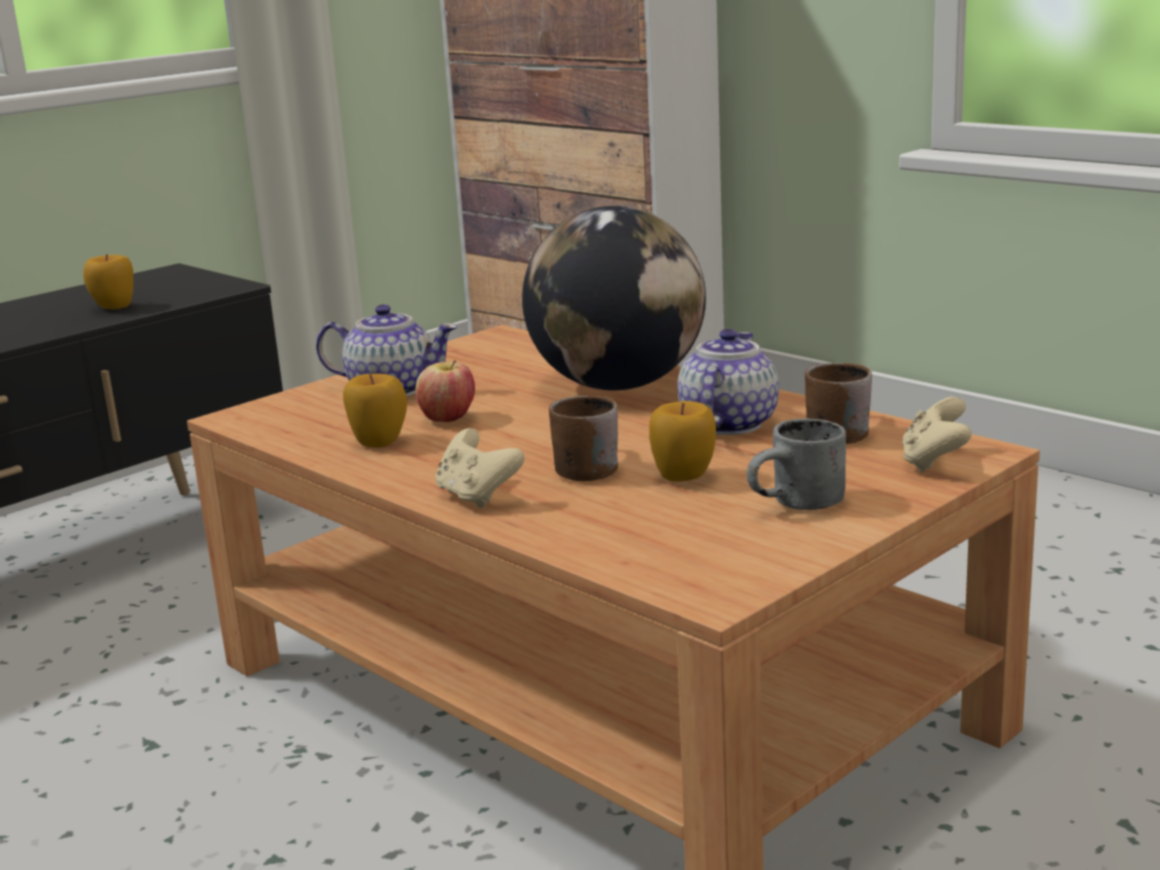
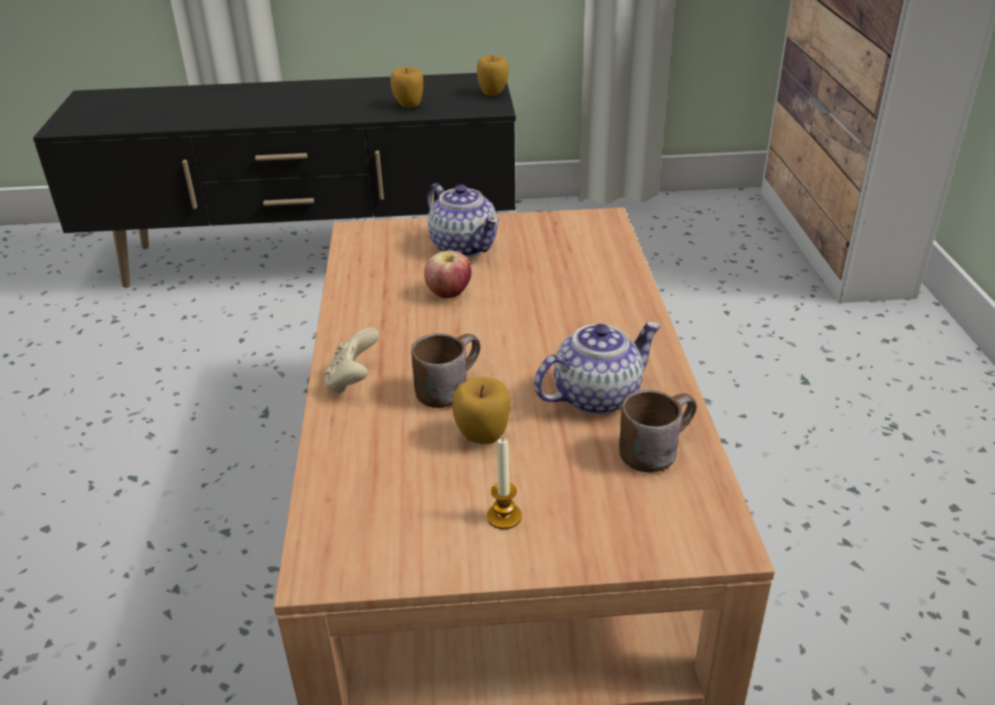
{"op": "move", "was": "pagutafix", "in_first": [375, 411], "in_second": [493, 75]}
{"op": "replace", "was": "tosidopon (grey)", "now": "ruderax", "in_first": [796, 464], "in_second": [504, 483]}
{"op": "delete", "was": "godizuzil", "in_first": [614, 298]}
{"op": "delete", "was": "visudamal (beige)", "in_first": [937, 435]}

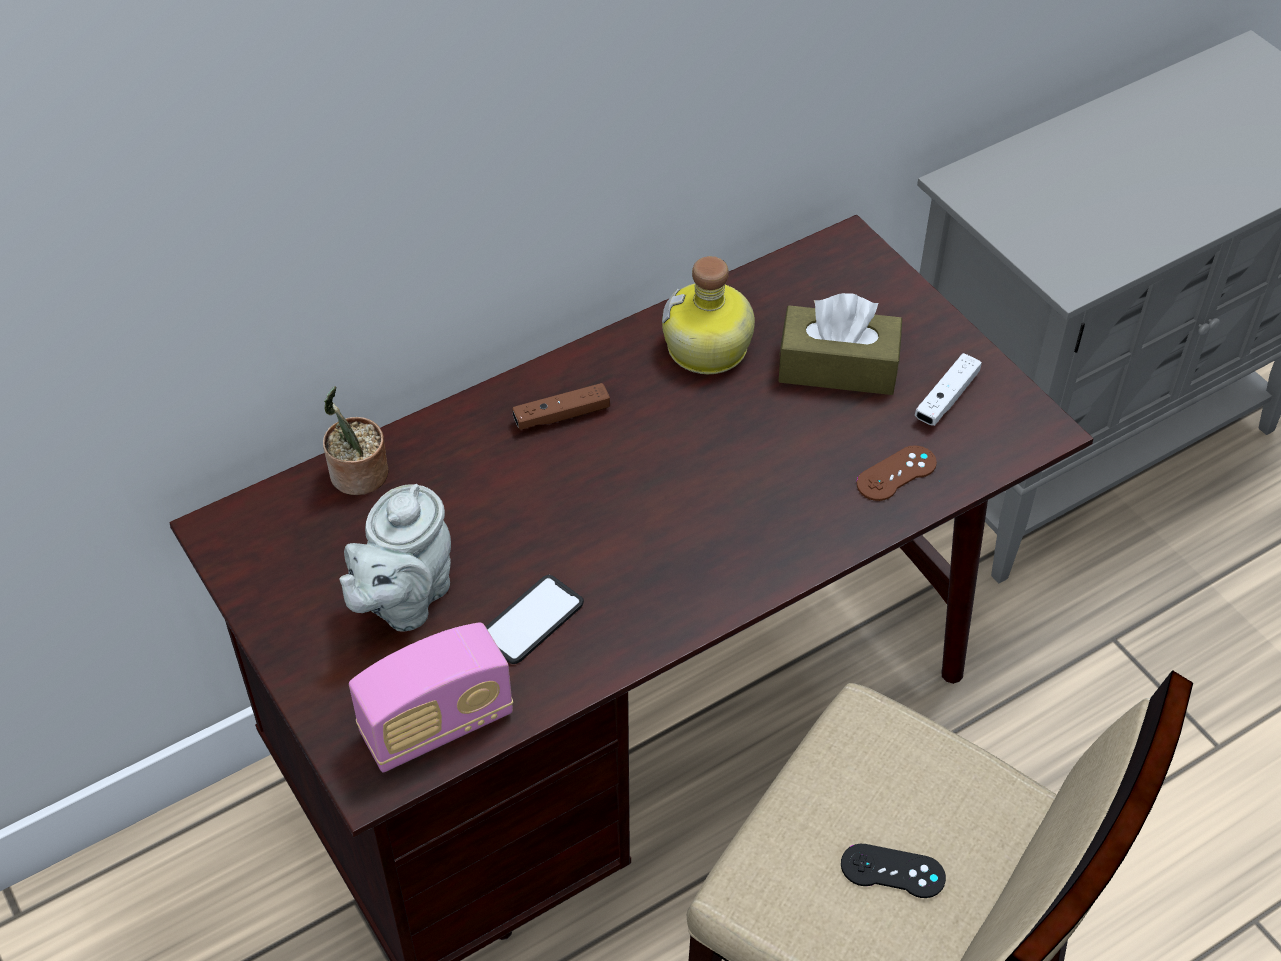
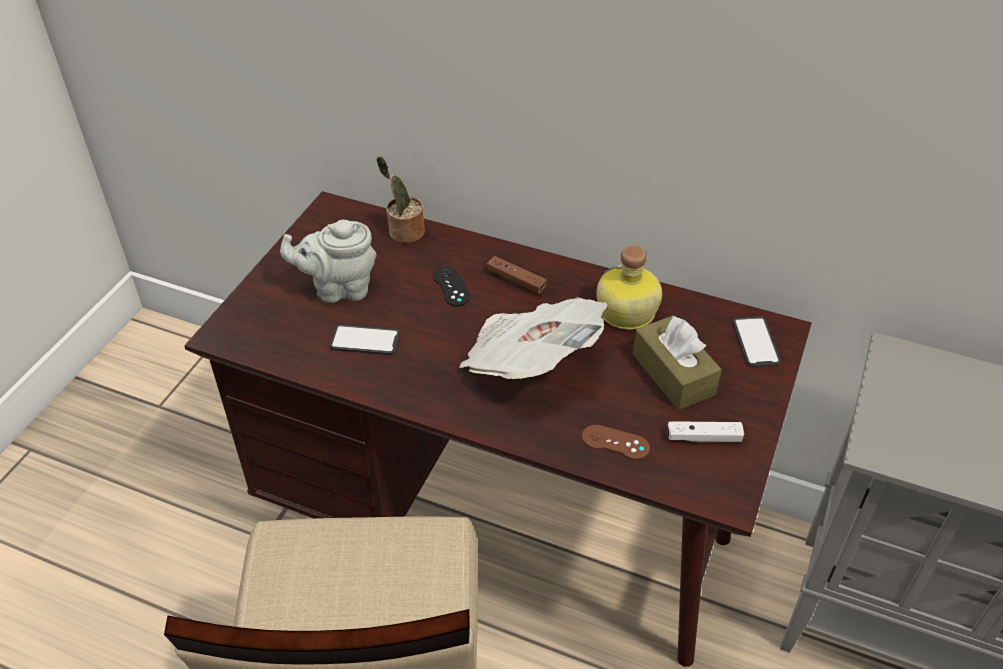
{"op": "move", "was": "visudamal (black)", "in_first": [893, 871], "in_second": [452, 286]}
{"op": "insert", "now": "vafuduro", "in_second": [533, 338]}
{"op": "insert", "now": "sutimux", "in_second": [757, 341]}
{"op": "delete", "was": "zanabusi", "in_first": [431, 697]}

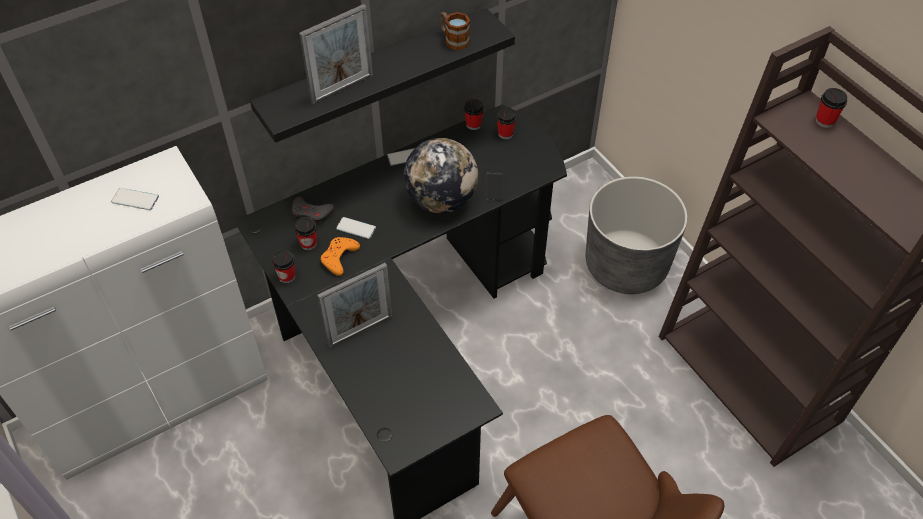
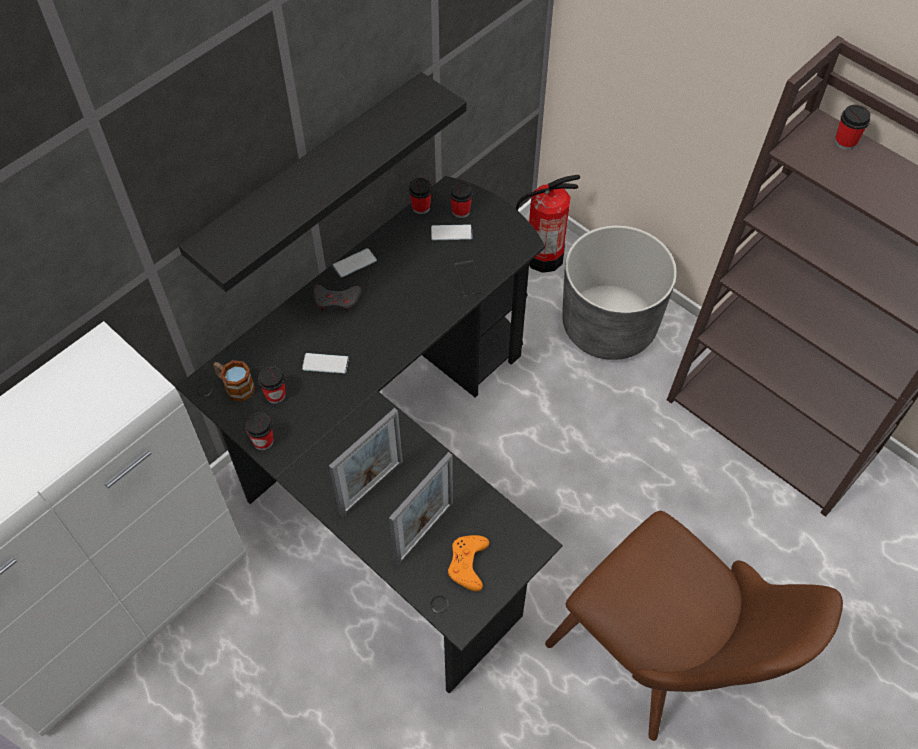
{"op": "move", "was": "tosidopon", "in_first": [455, 31], "in_second": [234, 381]}
{"op": "move", "was": "visudamal (grey)", "in_first": [313, 210], "in_second": [337, 298]}
{"op": "move", "was": "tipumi", "in_first": [336, 54], "in_second": [421, 509]}
{"op": "move", "was": "sutimux", "in_first": [135, 199], "in_second": [452, 232]}
{"op": "move", "was": "visudamal (orange)", "in_first": [340, 256], "in_second": [468, 563]}
{"op": "insert", "now": "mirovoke", "in_second": [548, 224]}
{"op": "delete", "was": "godizuzil", "in_first": [441, 175]}

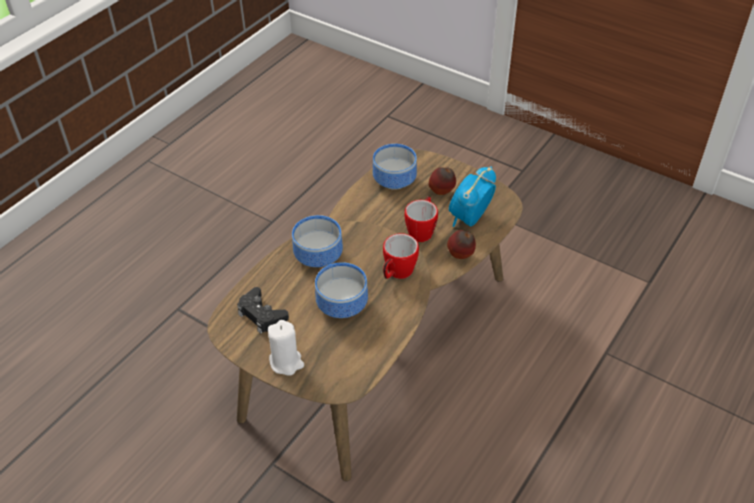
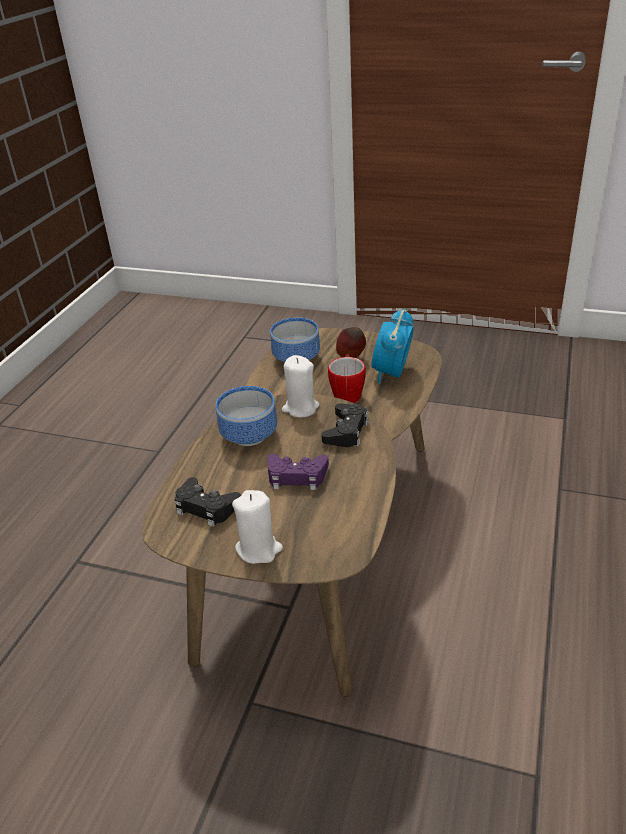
{"op": "replace", "was": "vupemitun", "now": "visudamal (purple)", "in_first": [341, 290], "in_second": [298, 472]}
{"op": "insert", "now": "ruderax (white)", "in_second": [300, 386]}
{"op": "replace", "was": "tosidopon", "now": "visudamal (black)", "in_first": [401, 256], "in_second": [345, 425]}
{"op": "delete", "was": "pagutafix", "in_first": [461, 244]}

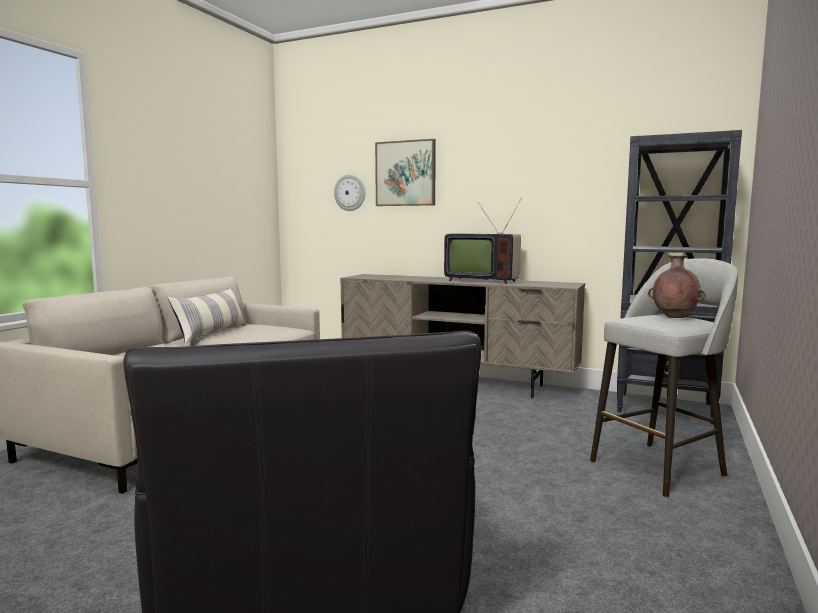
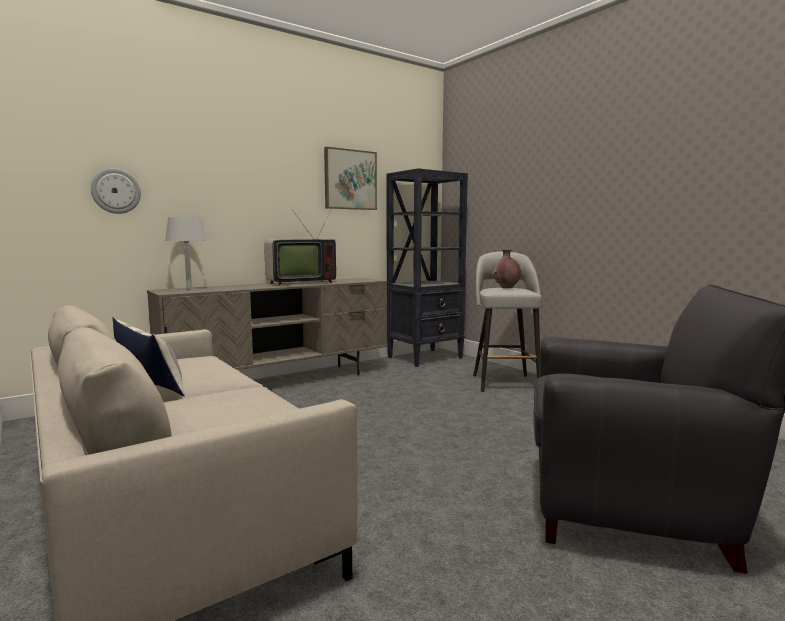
{"op": "insert", "now": "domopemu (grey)", "in_second": [186, 253]}
{"op": "move", "was": "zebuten", "in_first": [405, 172], "in_second": [350, 178]}

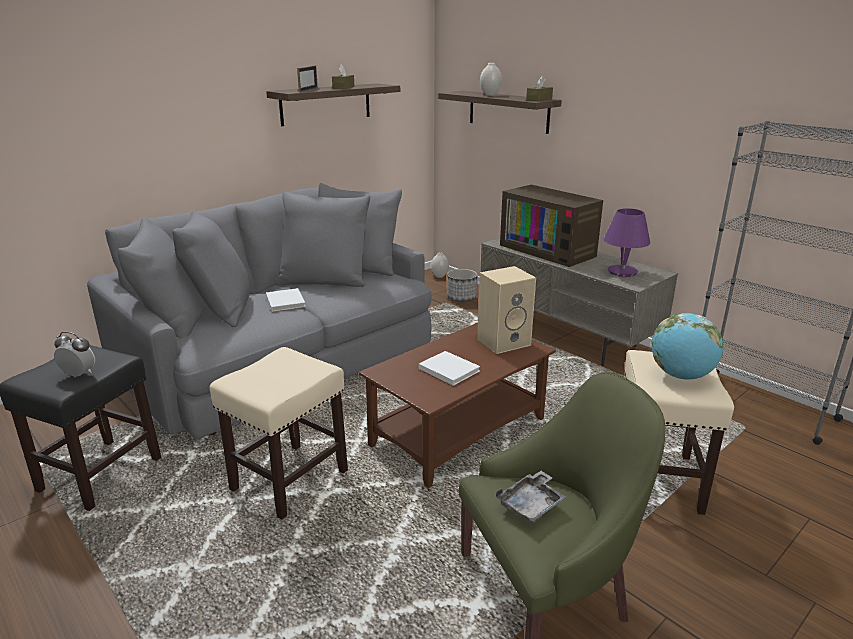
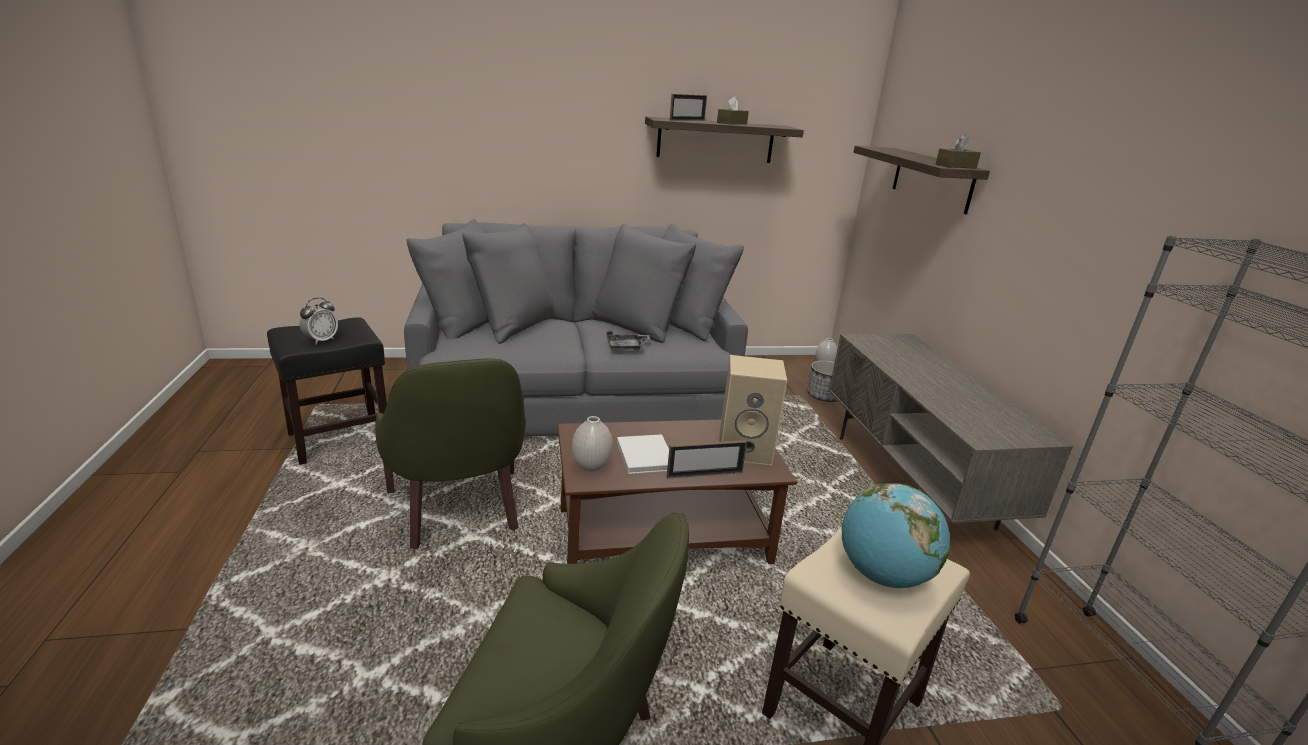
{"op": "rotate", "was": "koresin", "in_first": [74, 354], "in_second": [319, 321], "clockwise": 75}
{"op": "replace", "was": "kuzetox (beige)", "now": "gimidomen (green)", "in_first": [279, 433], "in_second": [450, 453]}
{"op": "move", "was": "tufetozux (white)", "in_first": [491, 79], "in_second": [592, 444]}
{"op": "move", "was": "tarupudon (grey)", "in_first": [531, 497], "in_second": [628, 340]}
{"op": "insert", "now": "tipumi", "in_second": [707, 459]}
{"op": "delete", "was": "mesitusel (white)", "in_first": [286, 300]}
{"op": "delete", "was": "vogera", "in_first": [551, 226]}
{"op": "delete", "was": "domopemu (purple)", "in_first": [627, 242]}

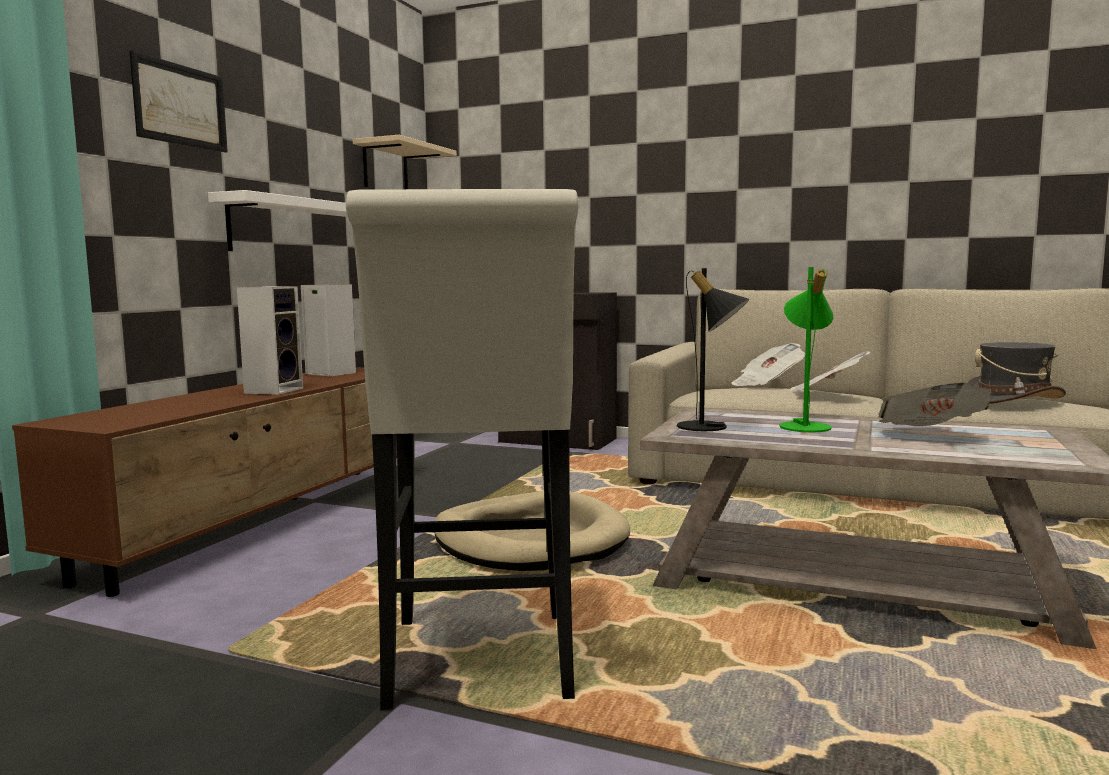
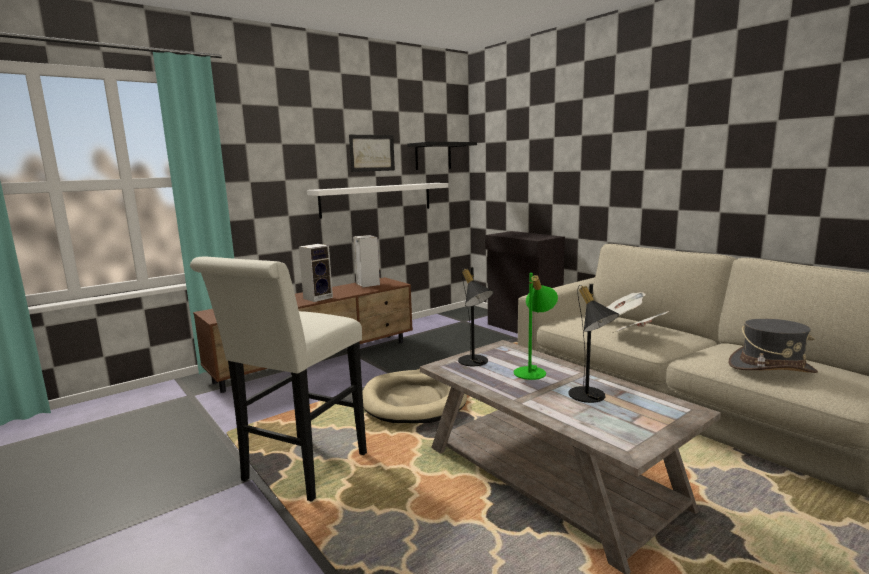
{"op": "move", "was": "zebuten", "in_first": [179, 101], "in_second": [372, 153]}
{"op": "recolor", "was": "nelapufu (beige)", "now": "nelapufu (black)", "in_first": [405, 162], "in_second": [442, 156]}
{"op": "replace", "was": "vafuduro", "now": "domopemu (black)", "in_first": [934, 404], "in_second": [594, 343]}

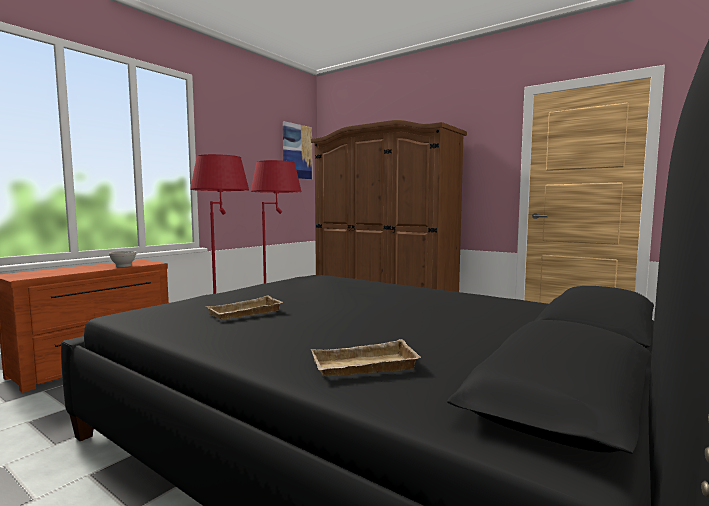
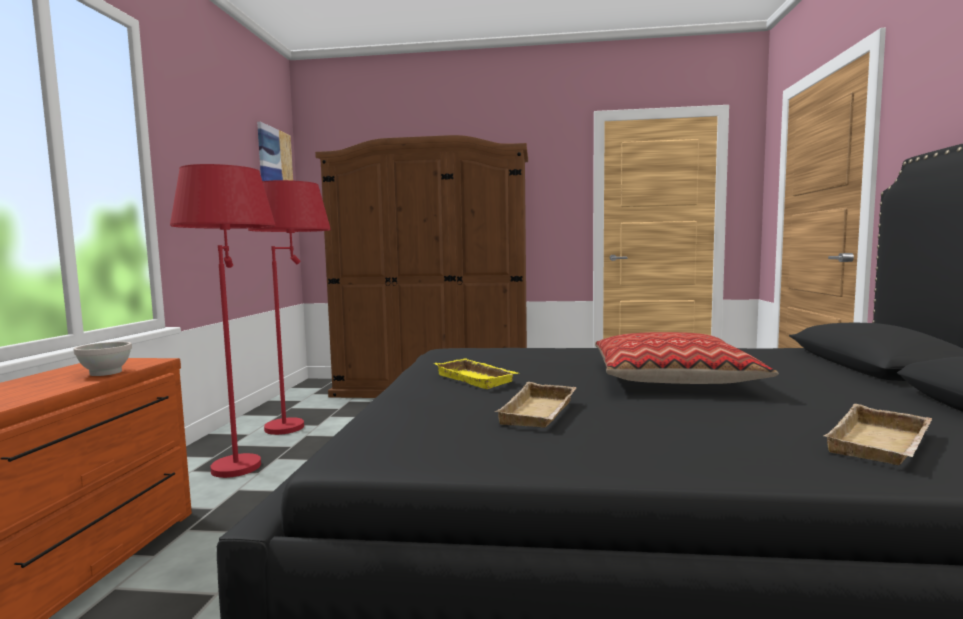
{"op": "insert", "now": "tarupudon (yellow)", "in_second": [476, 373]}
{"op": "insert", "now": "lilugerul", "in_second": [687, 358]}

